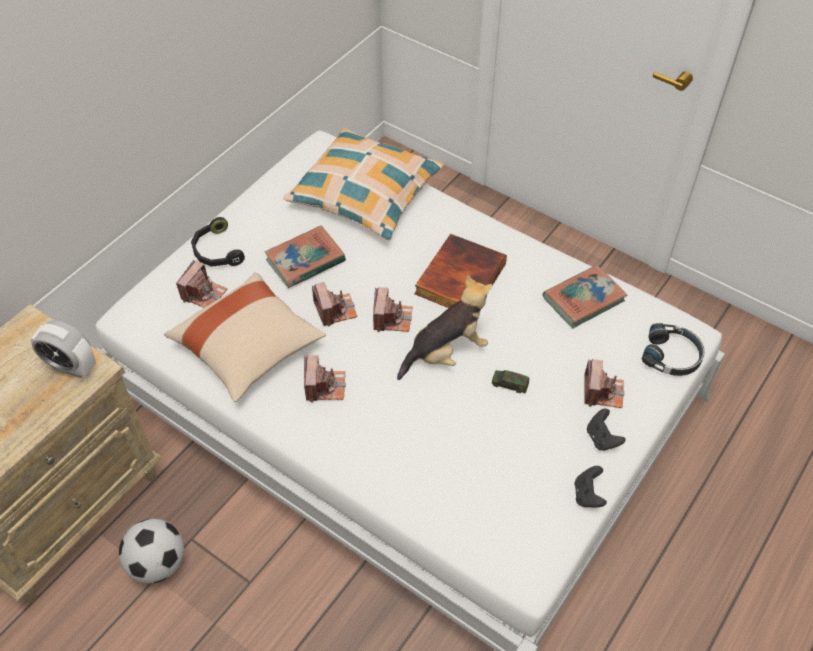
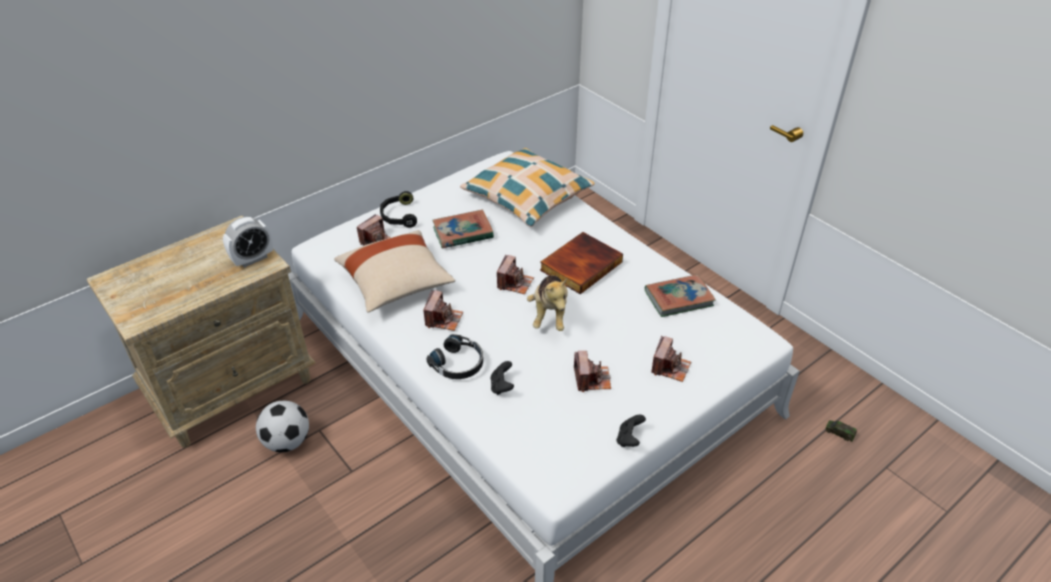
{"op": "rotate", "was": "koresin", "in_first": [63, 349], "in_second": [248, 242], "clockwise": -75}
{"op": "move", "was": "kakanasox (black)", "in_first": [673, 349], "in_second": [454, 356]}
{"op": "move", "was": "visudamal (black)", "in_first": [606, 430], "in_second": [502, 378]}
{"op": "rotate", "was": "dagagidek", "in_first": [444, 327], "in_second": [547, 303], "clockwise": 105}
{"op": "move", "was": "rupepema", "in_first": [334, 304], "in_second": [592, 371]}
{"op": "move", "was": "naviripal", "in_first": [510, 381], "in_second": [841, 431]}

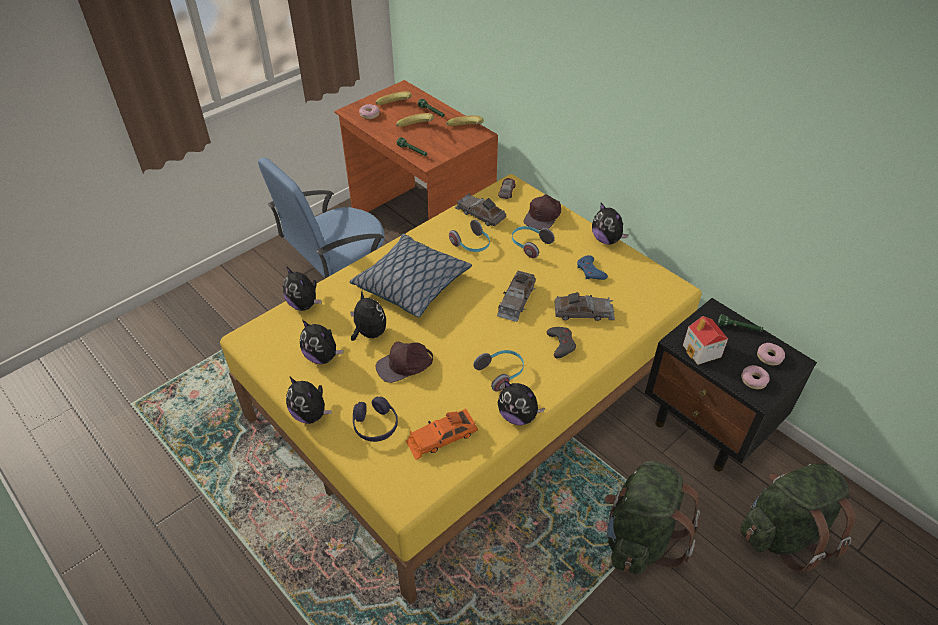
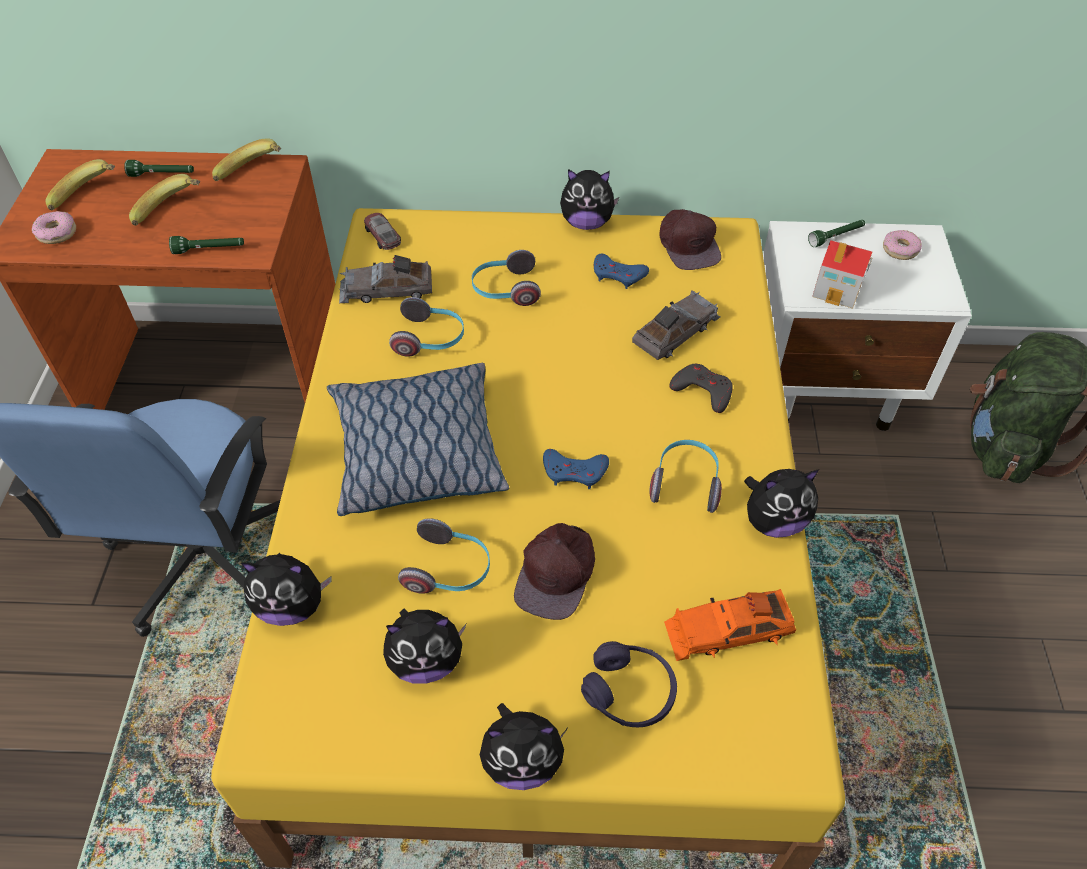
{"op": "replace", "was": "dagagidek", "now": "kakanasox", "in_first": [368, 316], "in_second": [444, 556]}
{"op": "insert", "now": "visudamal (blue)", "in_second": [576, 469]}
{"op": "move", "was": "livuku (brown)", "in_first": [542, 212], "in_second": [690, 239]}
{"op": "rotate", "was": "naviripal (orange)", "in_first": [442, 434], "in_second": [730, 625], "clockwise": 60}
{"op": "recolor", "was": "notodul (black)", "now": "notodul (white)", "in_first": [731, 384], "in_second": [867, 326]}
{"op": "delete", "was": "naviripal (grey)", "in_first": [516, 296]}
{"op": "delete", "was": "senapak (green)", "in_first": [652, 518]}
{"op": "delete", "was": "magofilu", "in_first": [755, 377]}

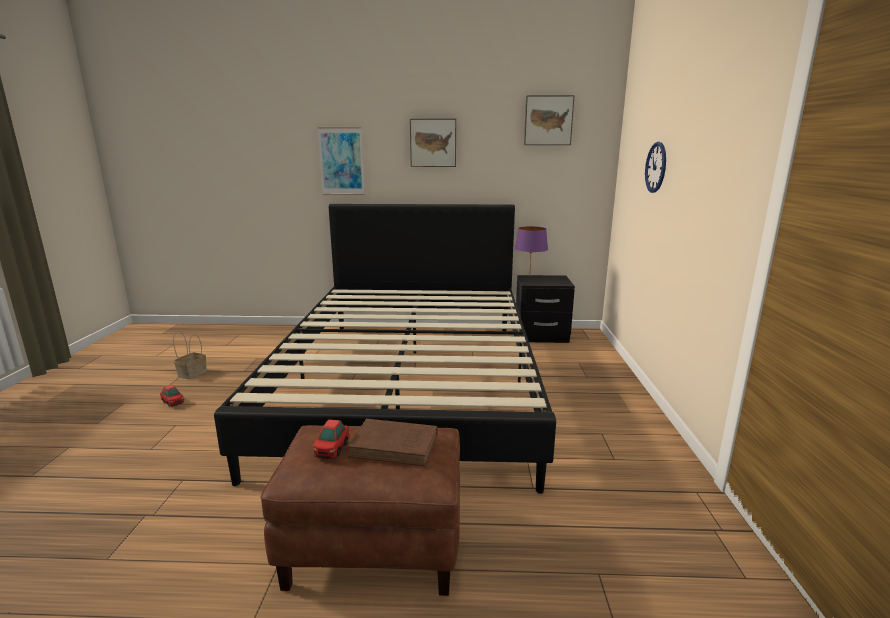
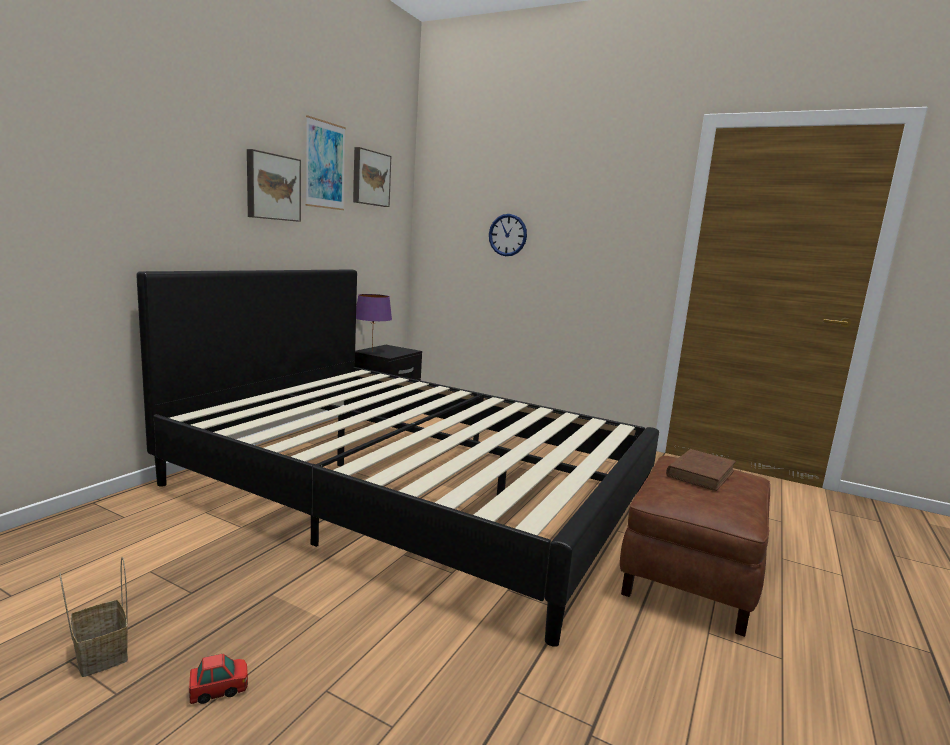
{"op": "move", "was": "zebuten", "in_first": [341, 161], "in_second": [325, 162]}
{"op": "delete", "was": "naviripal", "in_first": [331, 439]}

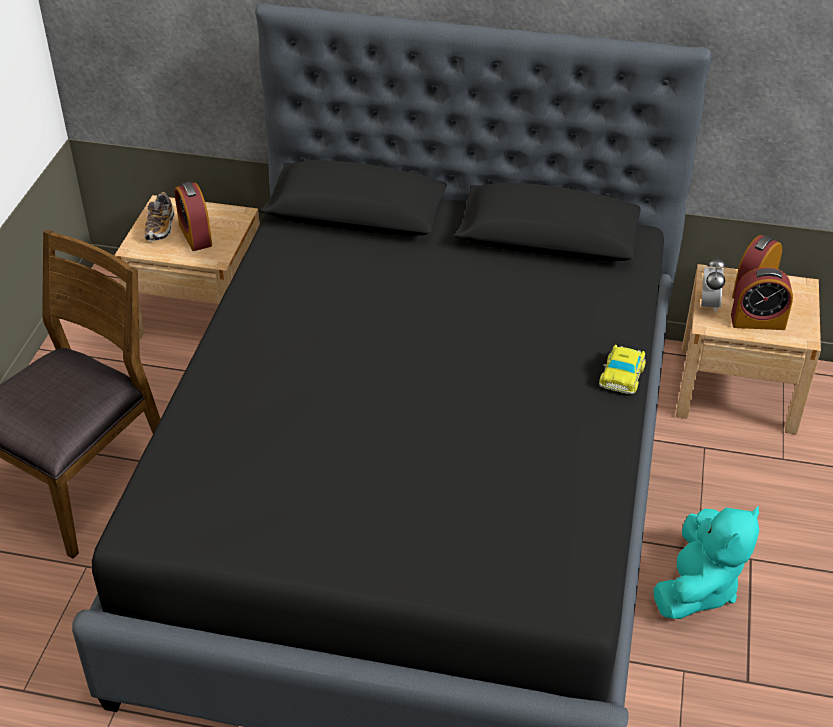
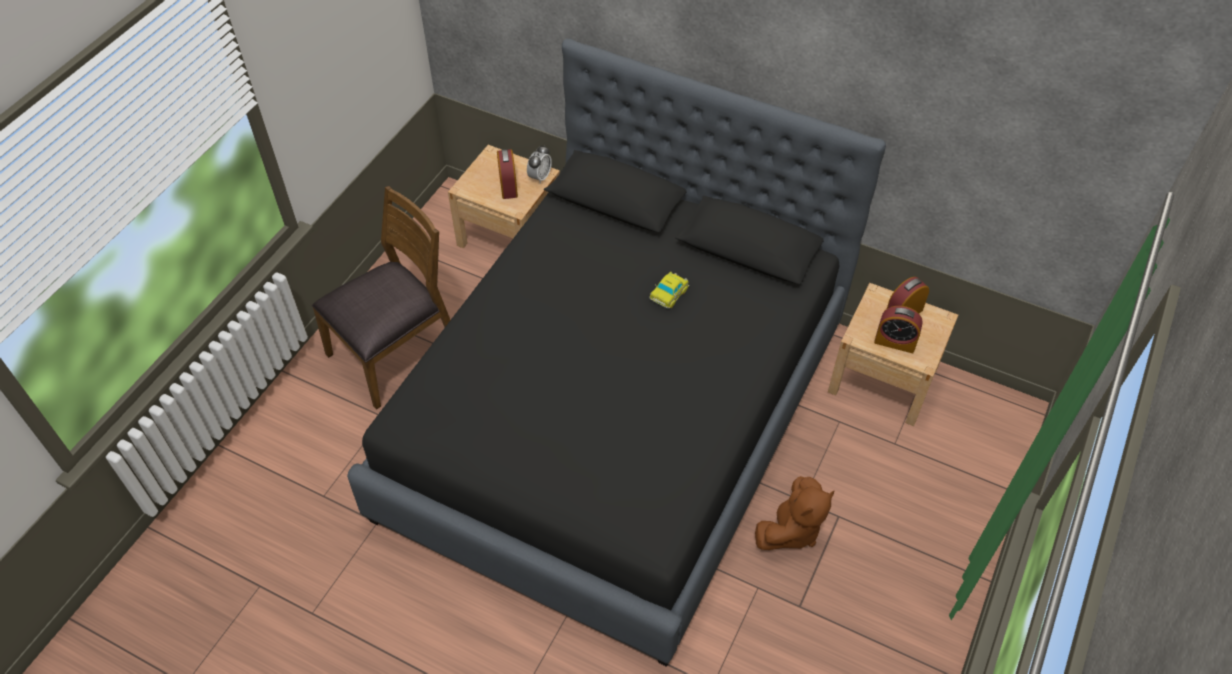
{"op": "move", "was": "koresin", "in_first": [713, 284], "in_second": [539, 164]}
{"op": "move", "was": "naviripal", "in_first": [622, 369], "in_second": [669, 290]}
{"op": "recolor", "was": "dagagidek (turquoise)", "now": "dagagidek (brown)", "in_first": [706, 562], "in_second": [795, 513]}
{"op": "delete", "was": "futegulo", "in_first": [159, 216]}

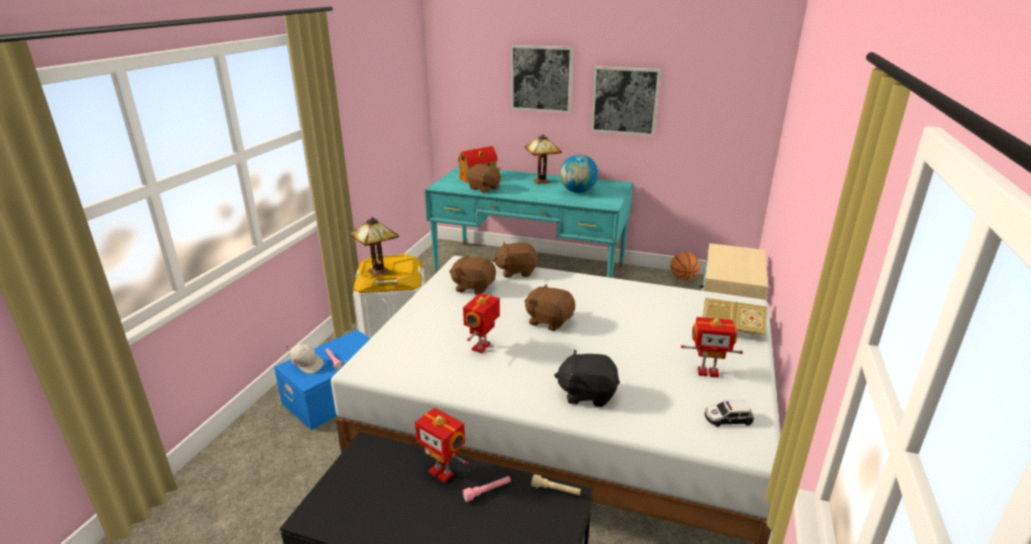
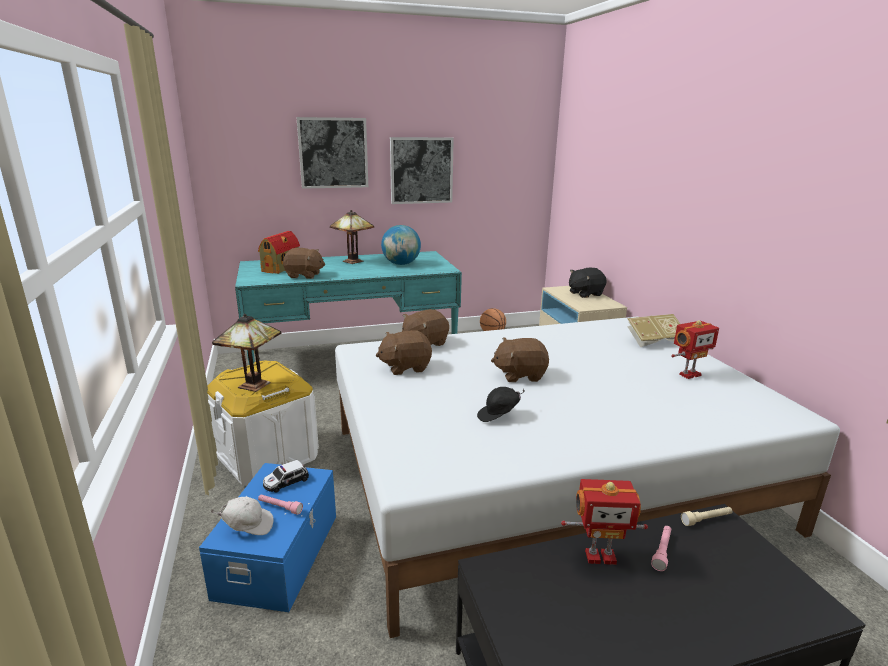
{"op": "move", "was": "naviripal", "in_first": [729, 413], "in_second": [286, 476]}
{"op": "replace", "was": "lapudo", "now": "livuku (black)", "in_first": [481, 323], "in_second": [501, 404]}
{"op": "move", "was": "dagagidek (black)", "in_first": [587, 378], "in_second": [588, 283]}

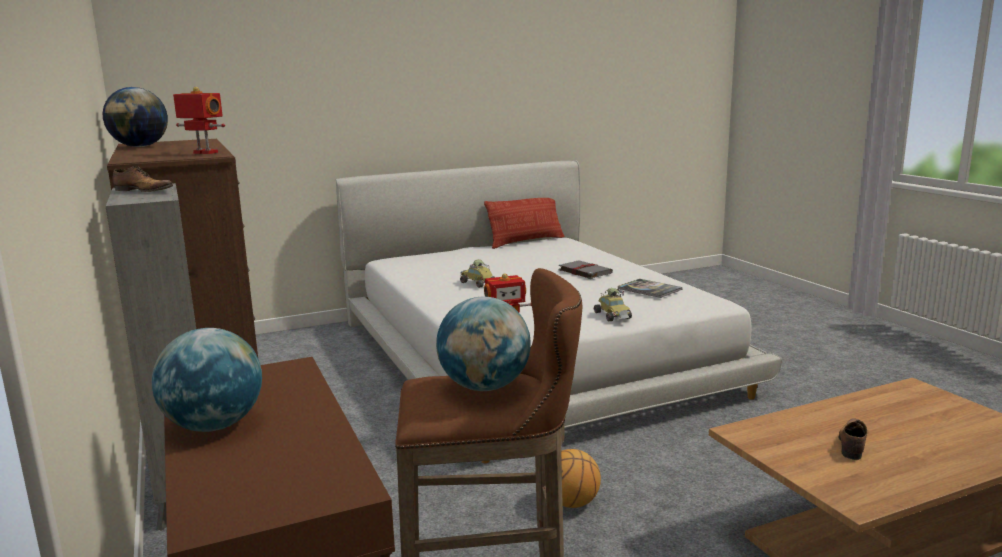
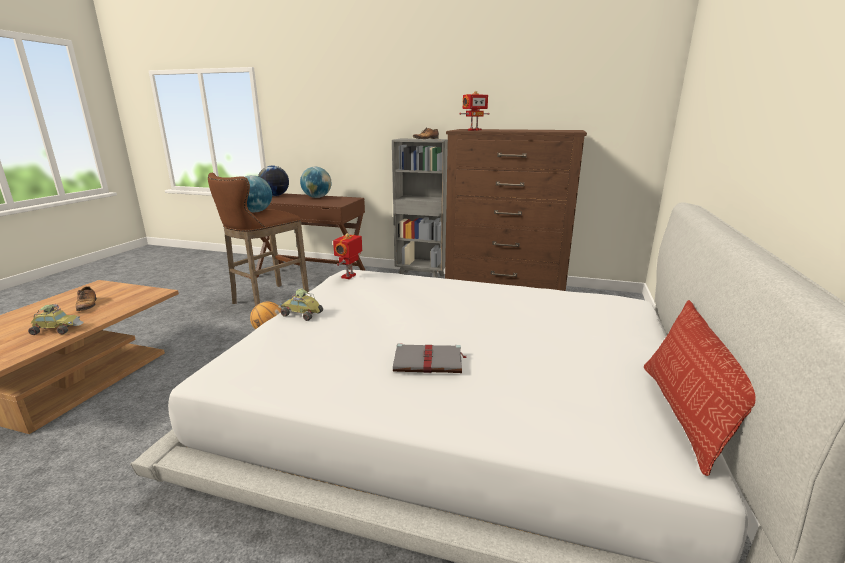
{"op": "move", "was": "naviripal", "in_first": [477, 273], "in_second": [56, 319]}
{"op": "move", "was": "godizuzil", "in_first": [135, 117], "in_second": [273, 181]}
{"op": "delete", "was": "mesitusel", "in_first": [650, 288]}

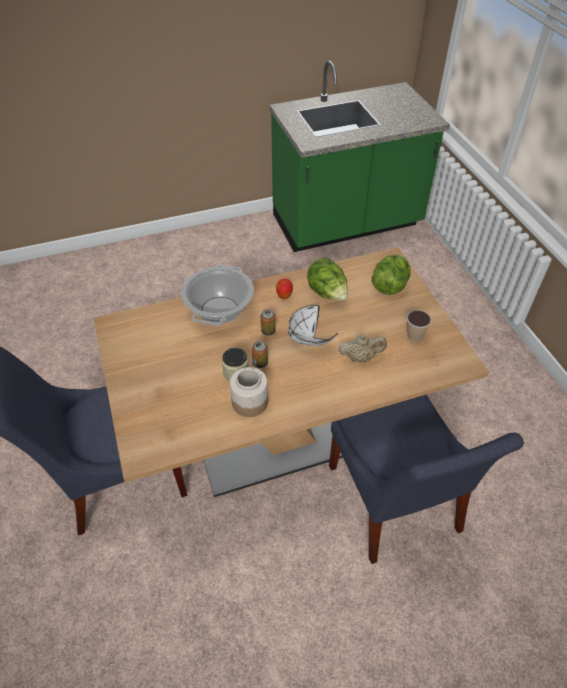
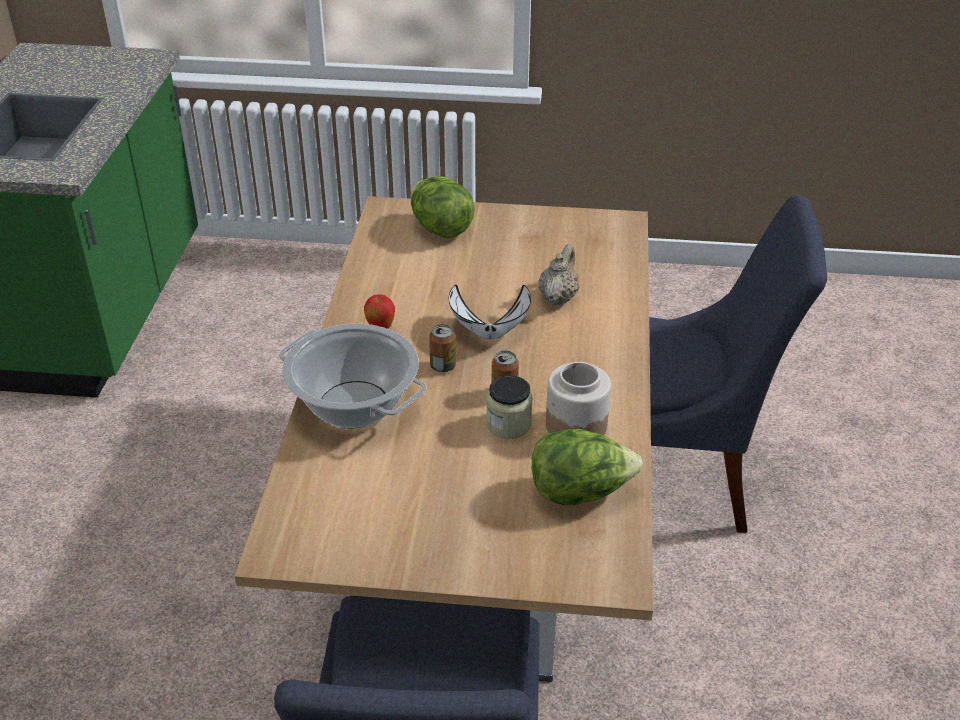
{"op": "move", "was": "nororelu", "in_first": [327, 279], "in_second": [587, 467]}
{"op": "delete", "was": "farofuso", "in_first": [419, 326]}

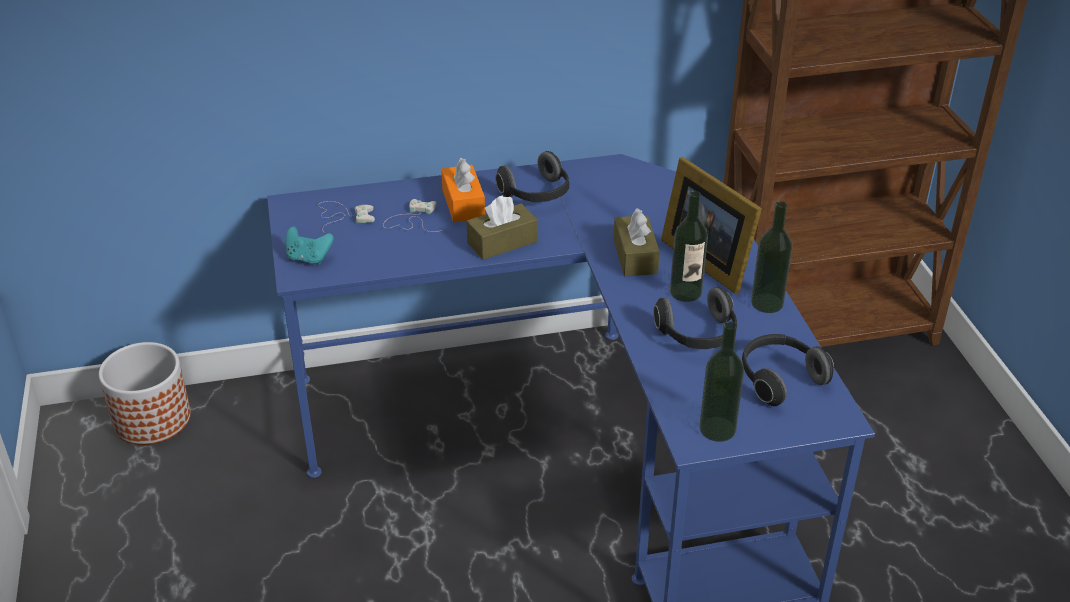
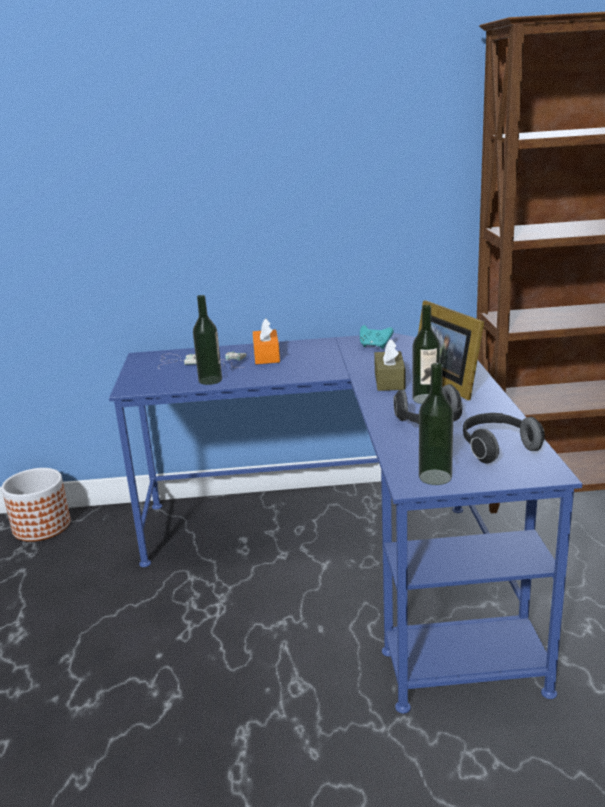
{"op": "move", "was": "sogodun", "in_first": [771, 257], "in_second": [207, 340]}
{"op": "move", "was": "visudamal (turquoise)", "in_first": [310, 245], "in_second": [377, 337]}
{"op": "delete", "was": "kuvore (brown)", "in_first": [502, 227]}
{"op": "delete", "was": "kakanasox", "in_first": [532, 176]}

